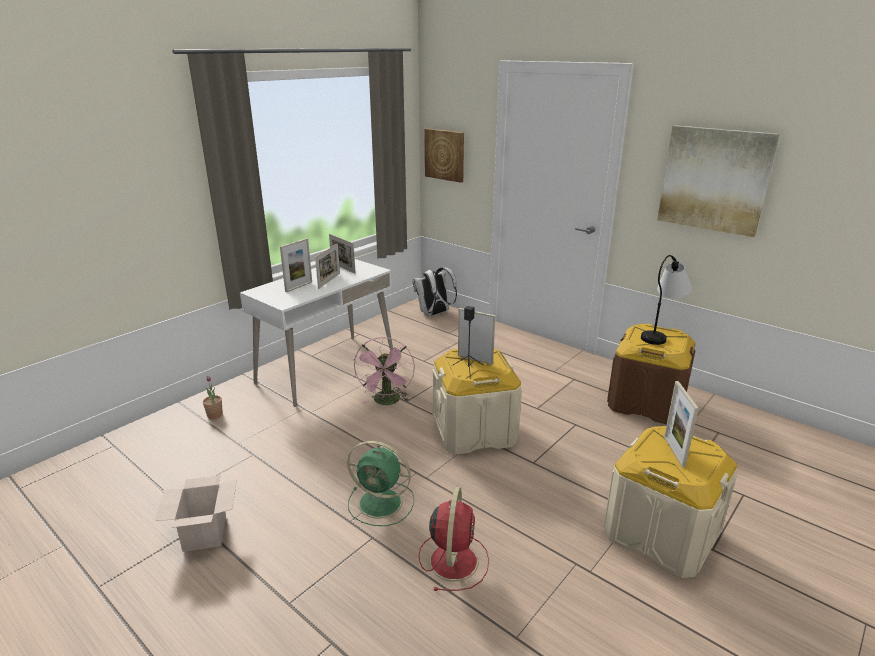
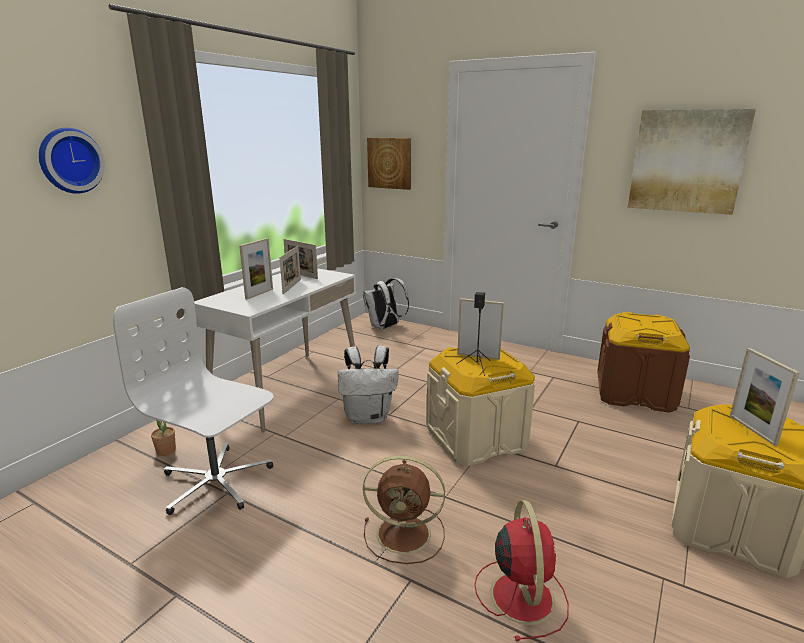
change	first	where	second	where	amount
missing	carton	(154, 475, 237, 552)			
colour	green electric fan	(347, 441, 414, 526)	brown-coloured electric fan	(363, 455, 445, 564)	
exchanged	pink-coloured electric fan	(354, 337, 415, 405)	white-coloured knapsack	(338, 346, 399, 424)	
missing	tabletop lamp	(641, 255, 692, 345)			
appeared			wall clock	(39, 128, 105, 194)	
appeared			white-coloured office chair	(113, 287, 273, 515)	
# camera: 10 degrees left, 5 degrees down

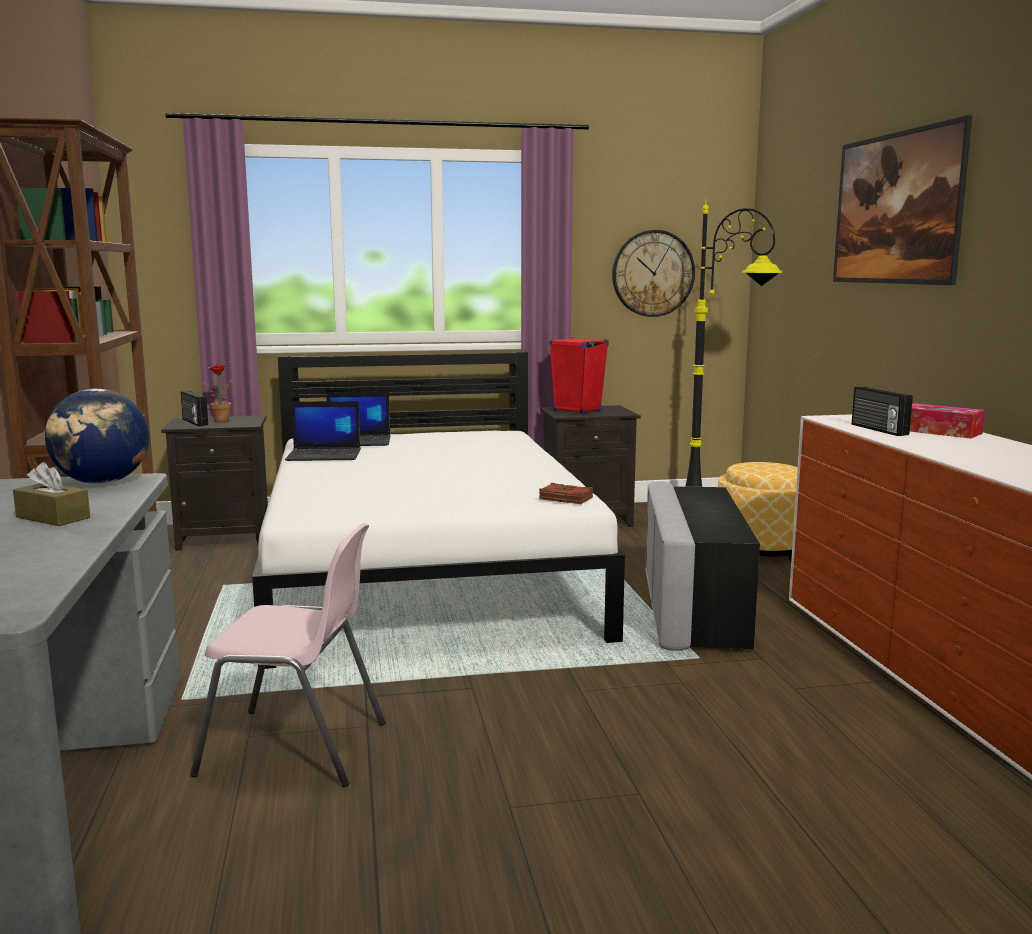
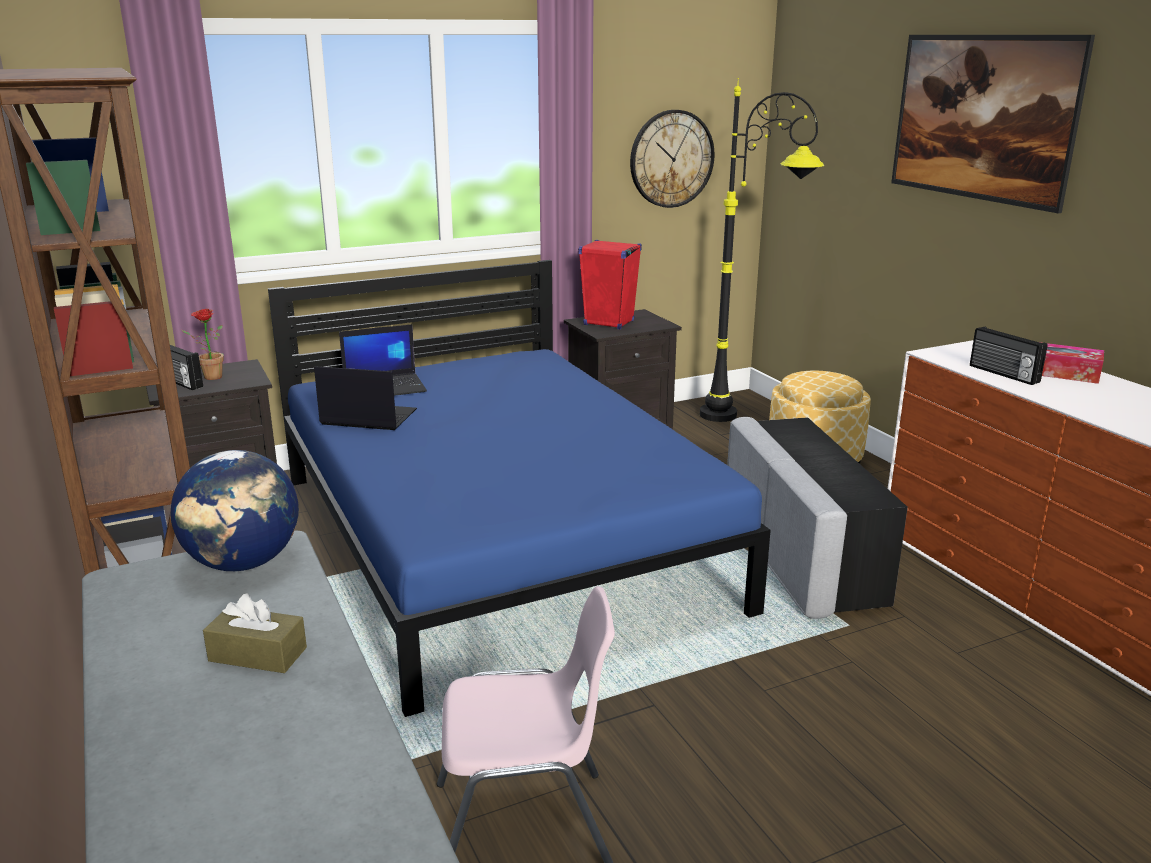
change	first	where	second	where	amount
colour	white-coloured bedroom bed	(252, 352, 625, 669)	bluish bedroom bed	(268, 260, 771, 717)	
spun	portable computer	(285, 401, 361, 461)		(314, 366, 417, 430)	150 degrees counterclockwise
missing	brown-coloured book	(539, 483, 593, 504)			
# camera: 15 degrees left, 10 degrees up

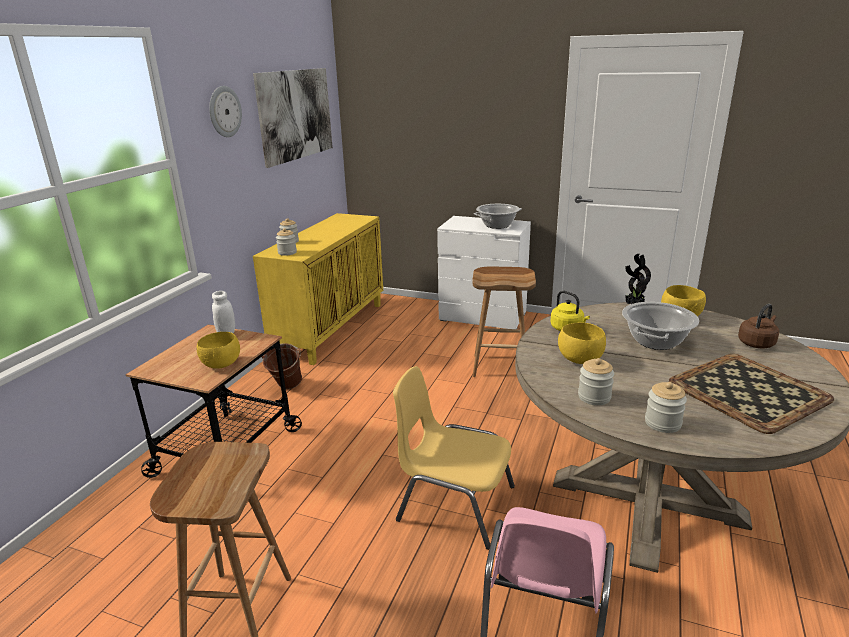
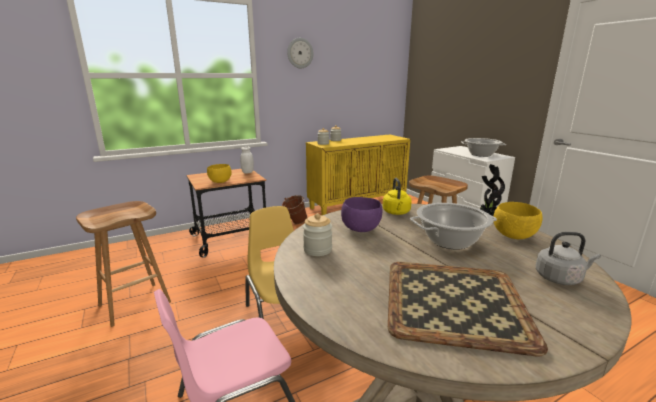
change	first	where	second	where	amount
missing	picture	(253, 68, 333, 168)			
colour	yellow-coloured deep dish	(558, 322, 606, 364)	purplish deep dish	(341, 197, 382, 232)	
missing	preserve jar	(645, 382, 687, 433)			
colour	brown-coloured tea kettle	(738, 304, 779, 348)	gray tea kettle	(535, 232, 601, 285)	
# camera: 40 degrees right, 5 degrees down

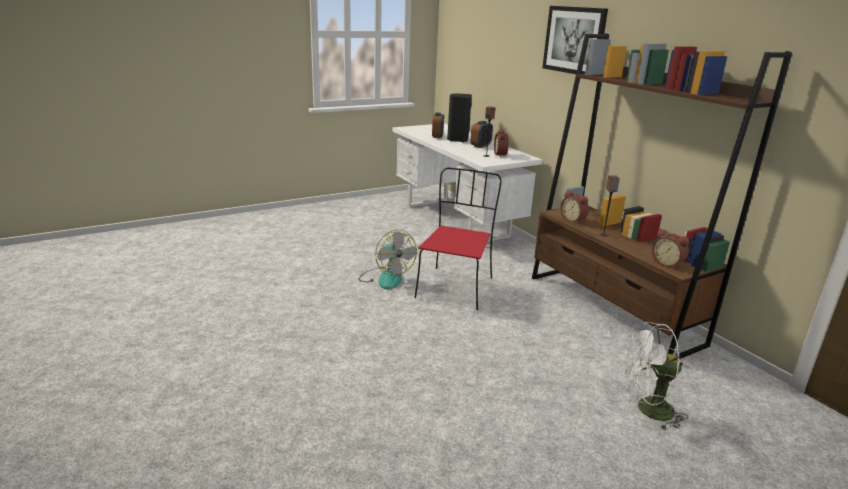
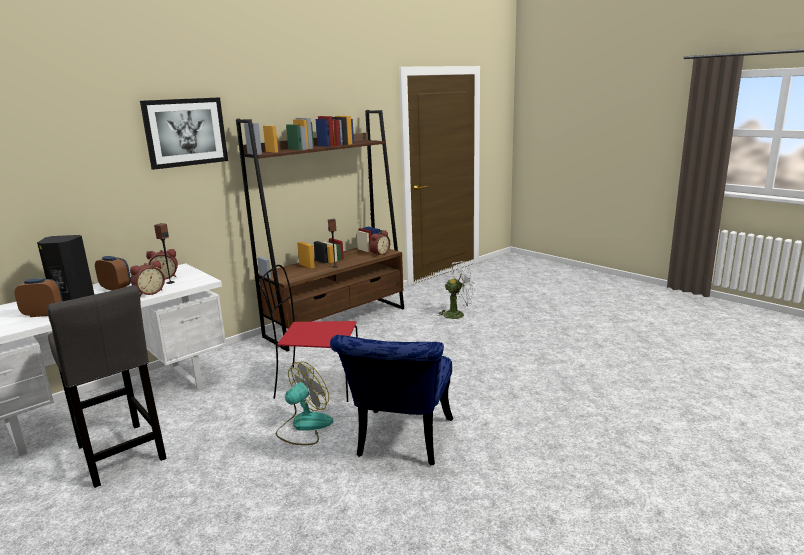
change	first	where	second	where	amount
relocated	bedside clock	(560, 190, 589, 224)		(130, 260, 165, 296)	
spun	white-coloured electric fan	(624, 322, 688, 431)		(436, 261, 476, 321)	90 degrees counterclockwise
appeared			gray sitting stool	(47, 285, 167, 488)	
appeared			bluish chair	(330, 335, 453, 466)	
# camera: 100 degrees left, 5 degrees down

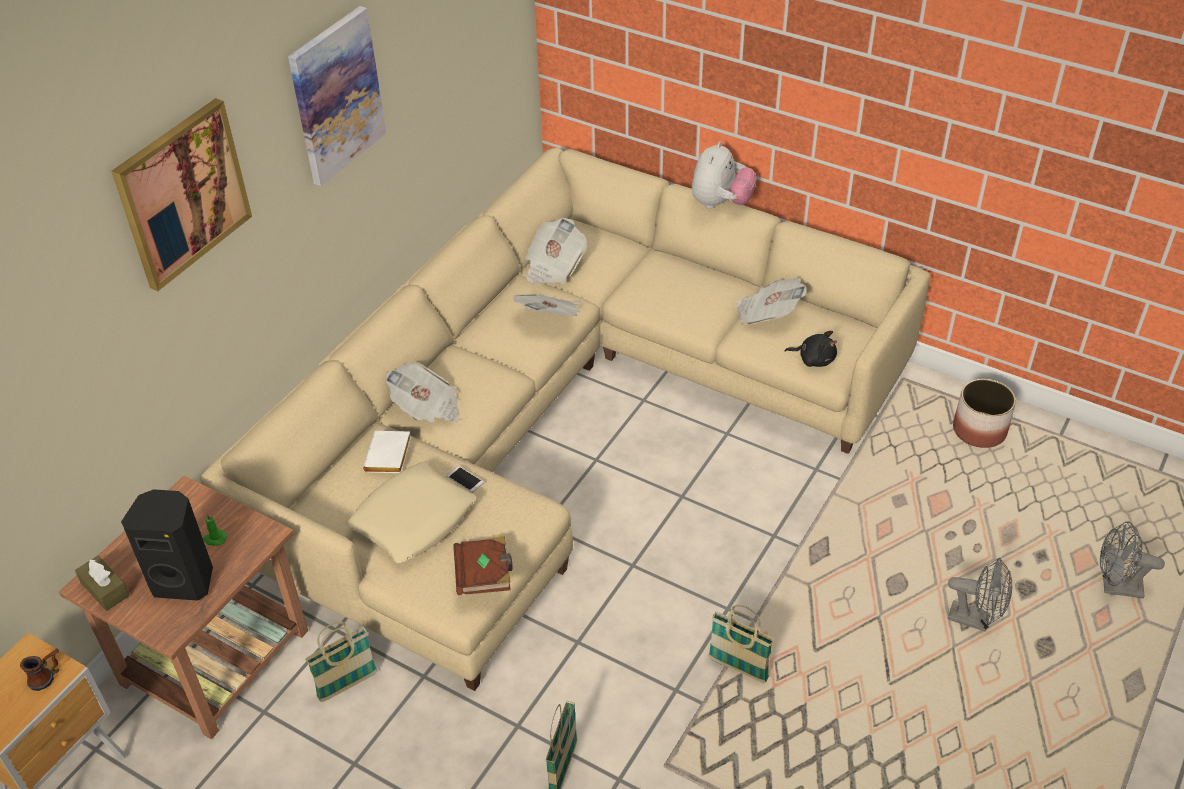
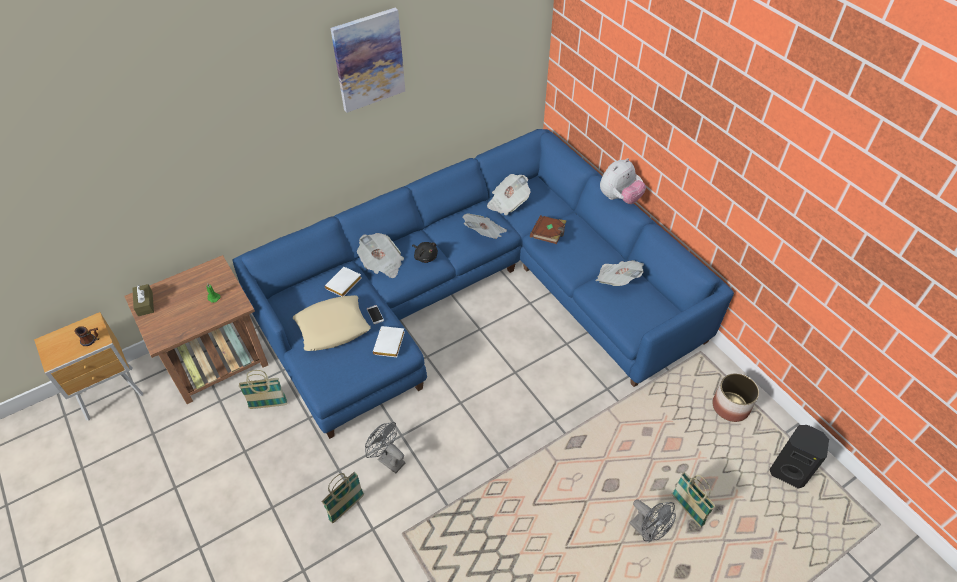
change	first	where	second	where	amount
missing	picture	(111, 98, 252, 291)			
relocated	blackish audio speaker	(121, 489, 213, 601)		(769, 425, 829, 489)	
colour	beige couch	(200, 148, 930, 691)	bluish couch	(233, 129, 734, 439)	
relocated	brown-coloured book	(453, 536, 513, 595)		(530, 215, 566, 244)	
relocated	storage basket	(708, 605, 774, 683)		(671, 472, 716, 527)	
relocated	blackish cuddly toy	(785, 331, 837, 367)		(412, 242, 438, 263)	
relocated	gray electric fan	(1100, 521, 1165, 598)		(365, 422, 405, 474)	
appeared			white-coloured book	(373, 326, 405, 357)	
# camera: 25 degrees right, 5 degrees up

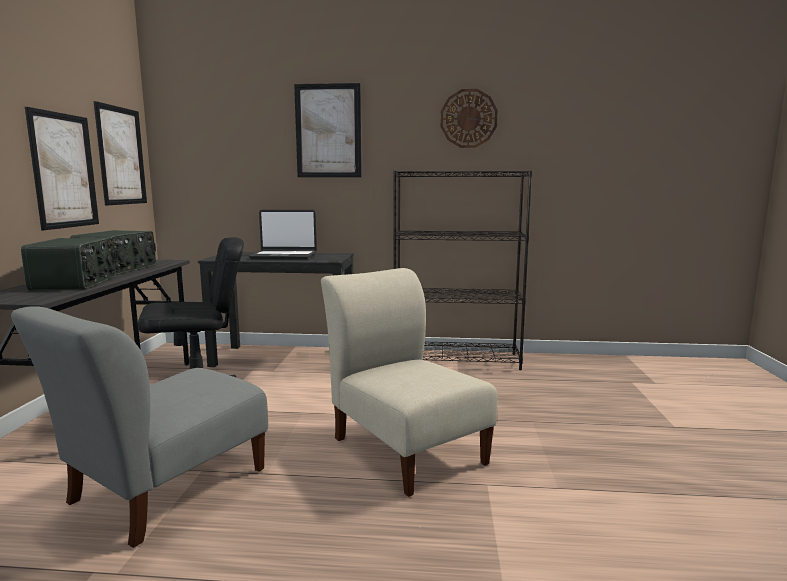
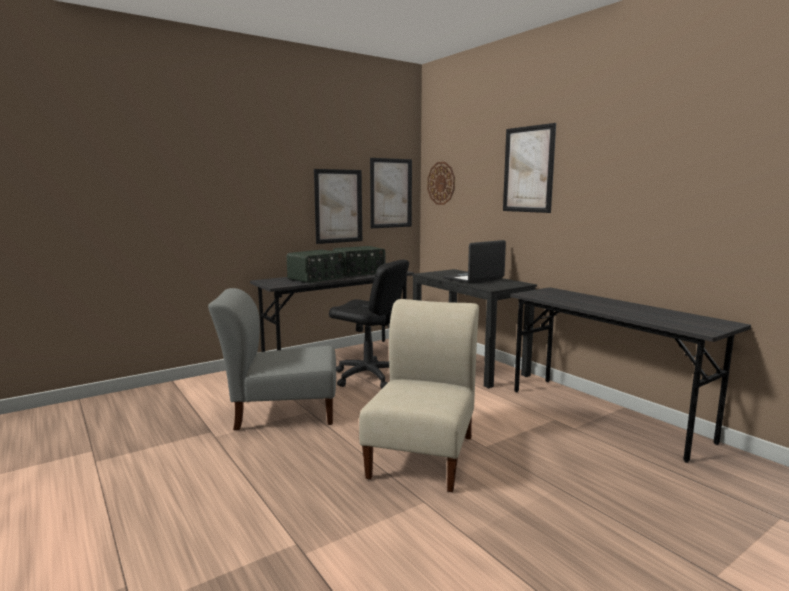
change	first	where	second	where	amount
spun	portable computer	(249, 210, 317, 259)		(443, 240, 506, 283)	90 degrees clockwise
exchanged	blackish bookcase	(393, 170, 533, 370)	gray desk unit	(510, 287, 751, 463)	
relocated	wall clock	(441, 89, 498, 148)		(427, 162, 455, 205)	
# camera: 50 degrees right, 0 degrees up

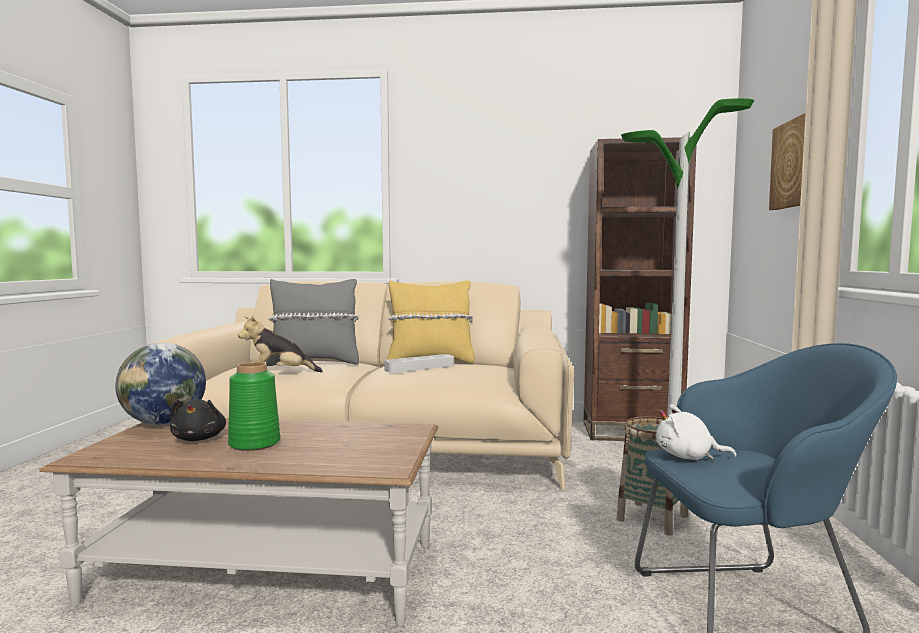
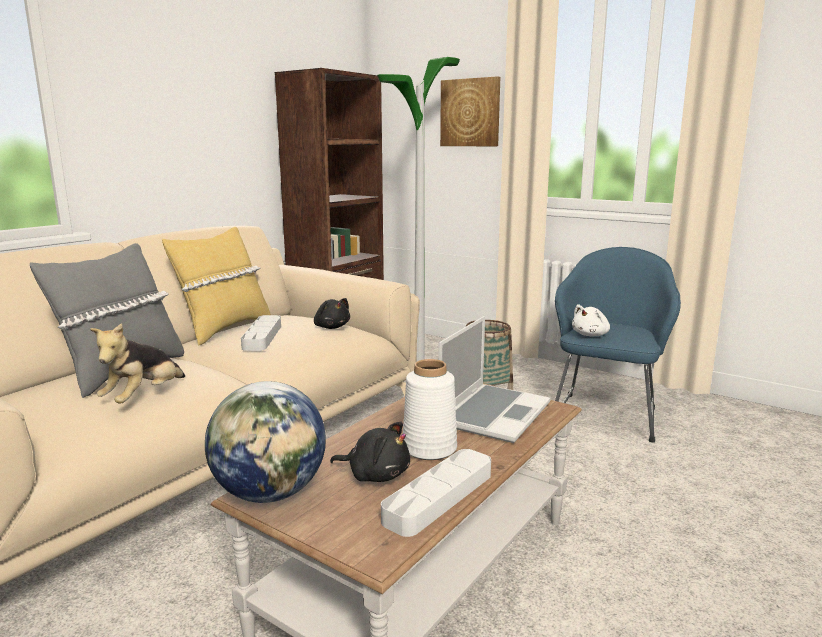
change	first	where	second	where	amount
colour	green vase	(228, 362, 281, 451)	white-coloured vase	(403, 359, 457, 460)	
appeared			blackish cuddly toy	(314, 298, 350, 329)	
appeared			gray serving tray	(381, 449, 491, 537)	
appeared			portable computer	(438, 316, 551, 443)	
# camera: 60 degrees left, 10 degrees up

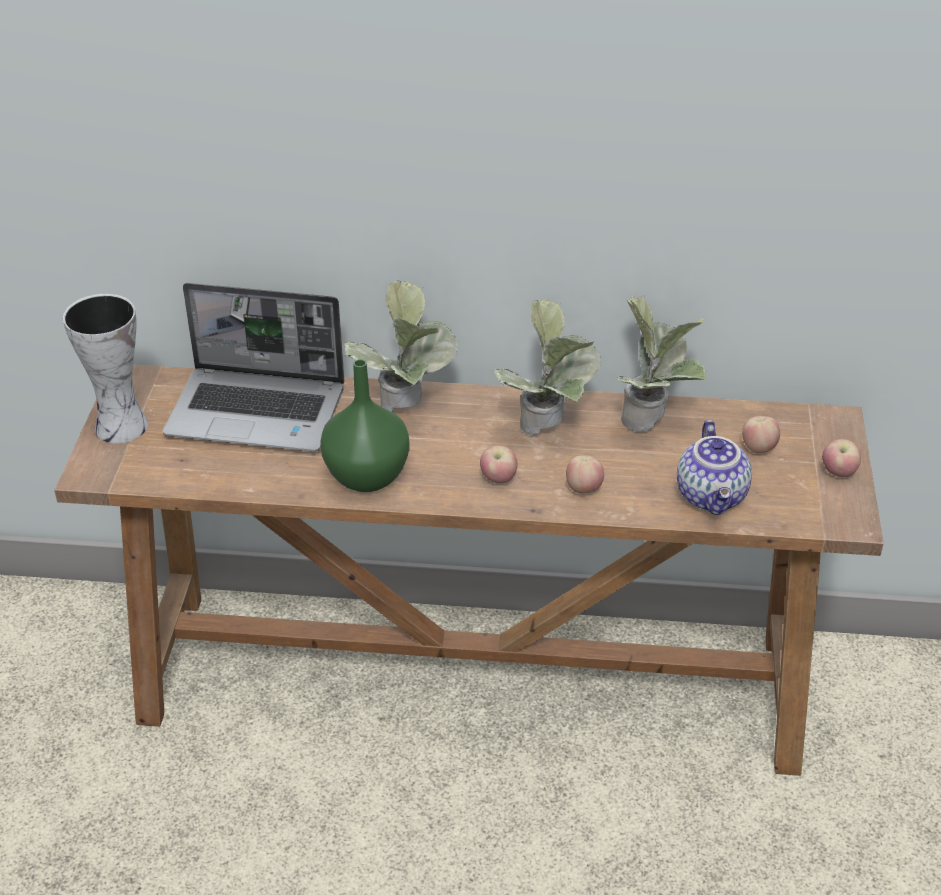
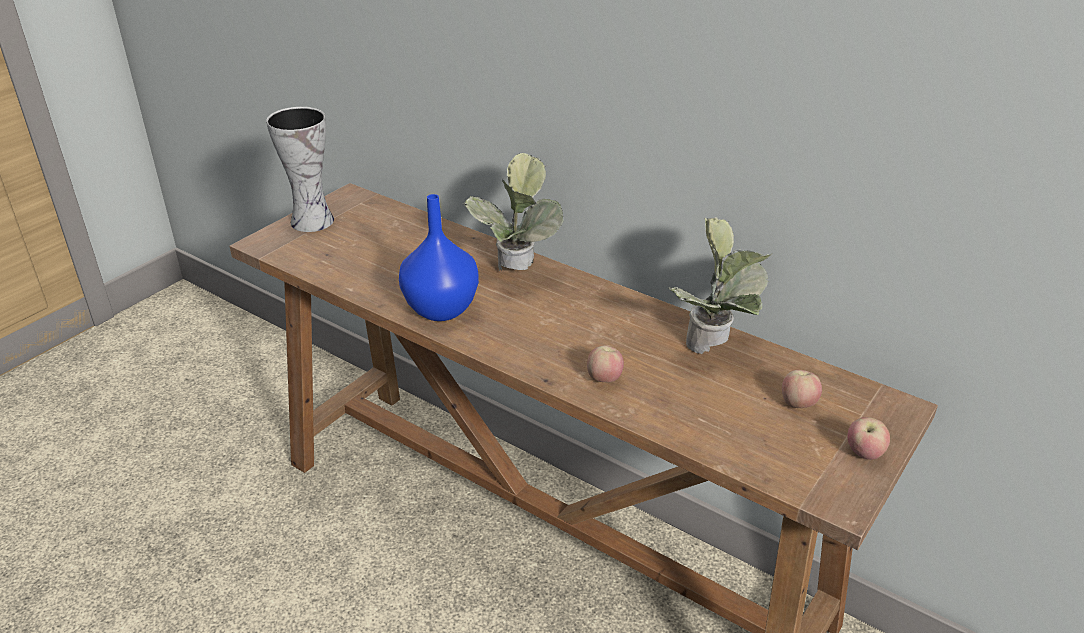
change	first	where	second	where	amount
missing	portable computer	(163, 283, 344, 452)			
colour	green vase	(321, 359, 410, 492)	bluish vase	(399, 194, 479, 321)	
missing	whole apple	(480, 446, 518, 484)			
missing	plant in a pot	(493, 299, 601, 436)			
missing	teapot	(677, 420, 752, 515)			
# camera: 30 degrees right, 5 degrees down

